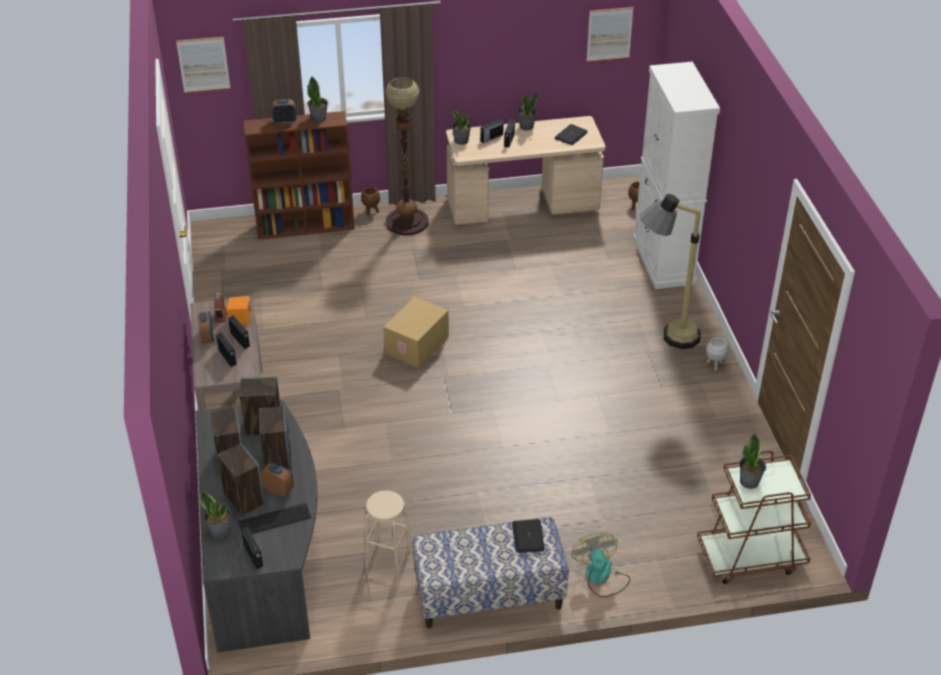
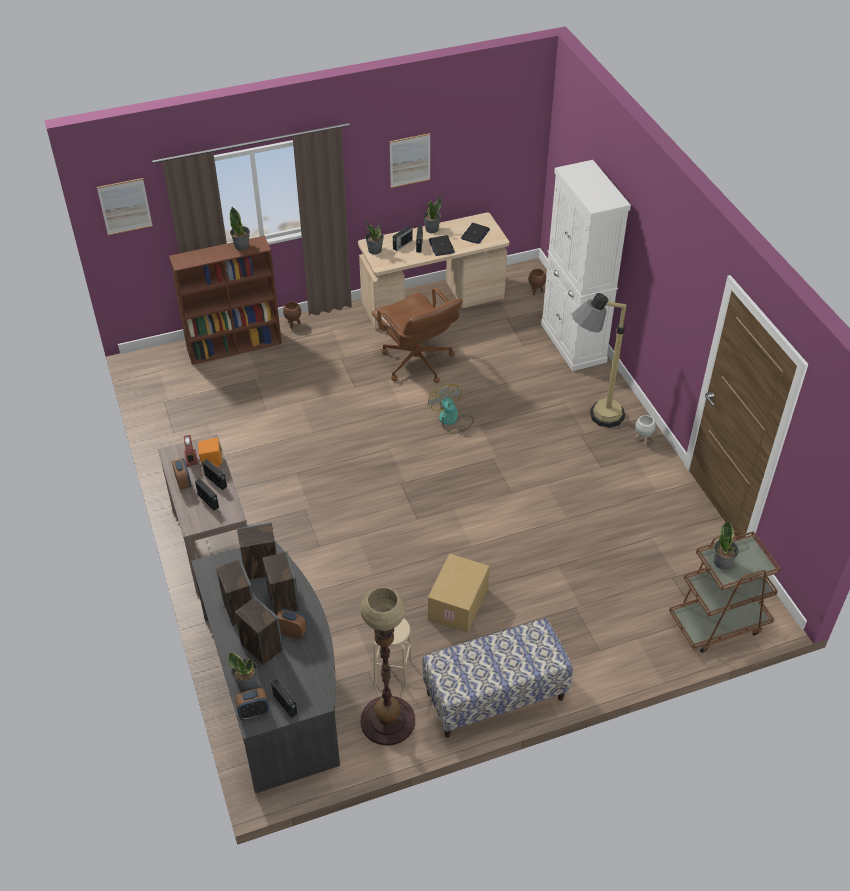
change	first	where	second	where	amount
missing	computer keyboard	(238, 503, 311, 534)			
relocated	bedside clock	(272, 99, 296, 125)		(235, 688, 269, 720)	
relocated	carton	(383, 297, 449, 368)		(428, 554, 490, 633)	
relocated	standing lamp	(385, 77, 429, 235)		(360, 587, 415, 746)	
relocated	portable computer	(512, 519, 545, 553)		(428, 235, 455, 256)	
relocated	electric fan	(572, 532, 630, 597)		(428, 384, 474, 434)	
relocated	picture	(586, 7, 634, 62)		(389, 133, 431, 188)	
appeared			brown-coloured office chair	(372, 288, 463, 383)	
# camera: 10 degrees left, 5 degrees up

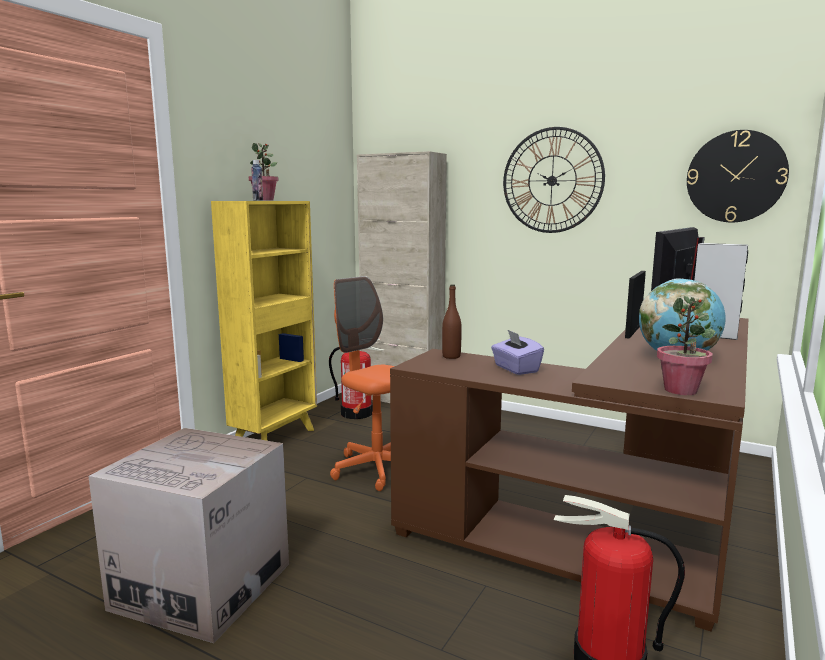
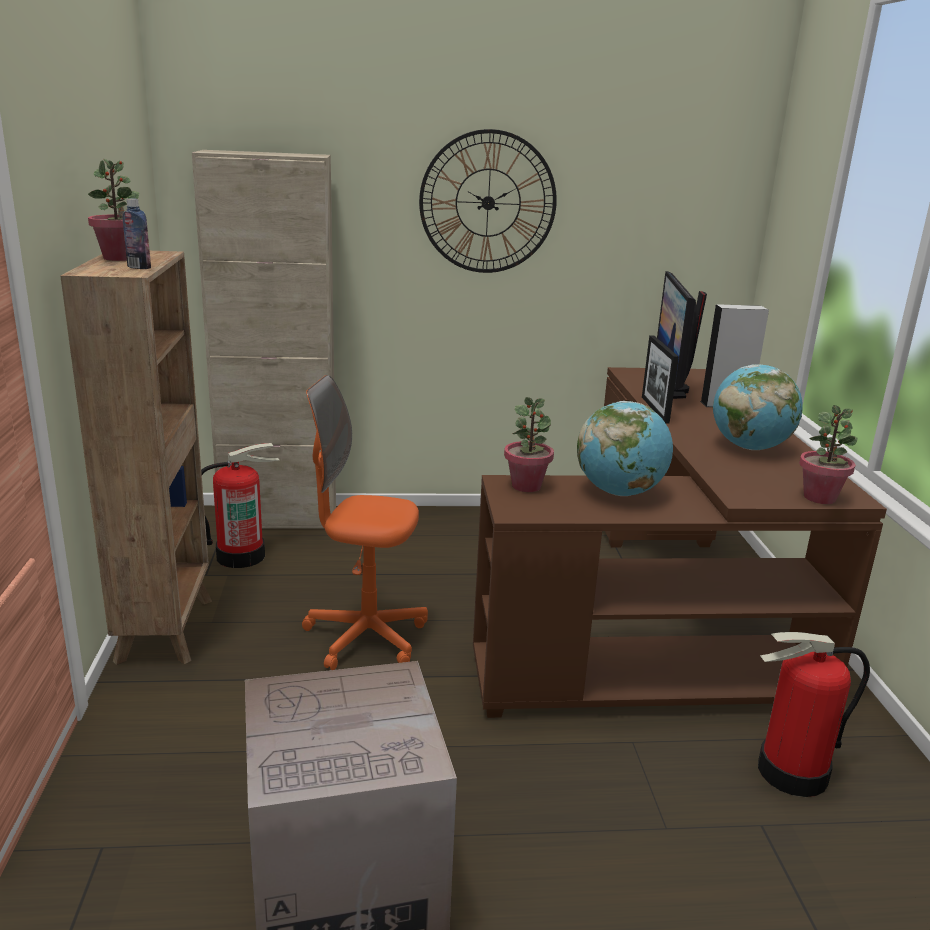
change	first	where	second	where	amount
colour	yellow-coloured bookcase	(211, 201, 317, 441)	brown-coloured bookcase	(60, 251, 212, 665)	
exchanged	brown-coloured bottle	(442, 284, 462, 359)	plant in a pot	(504, 397, 554, 492)	
exchanged	purplish tissue holder	(491, 330, 544, 375)	desk globe	(577, 401, 673, 496)	
missing	wall clock	(687, 130, 789, 222)			
# camera: 35 degrees left, 10 degrees up

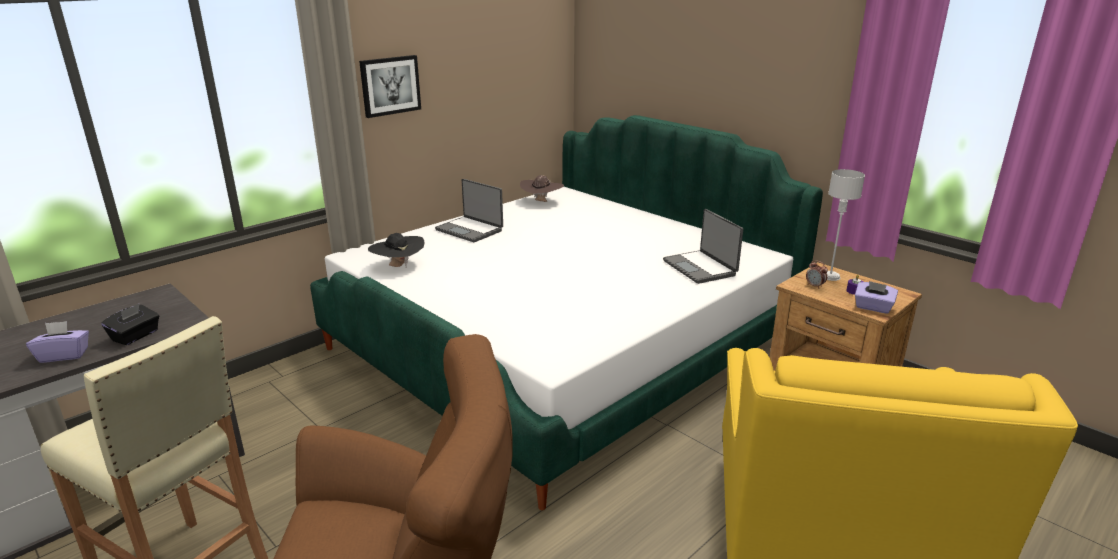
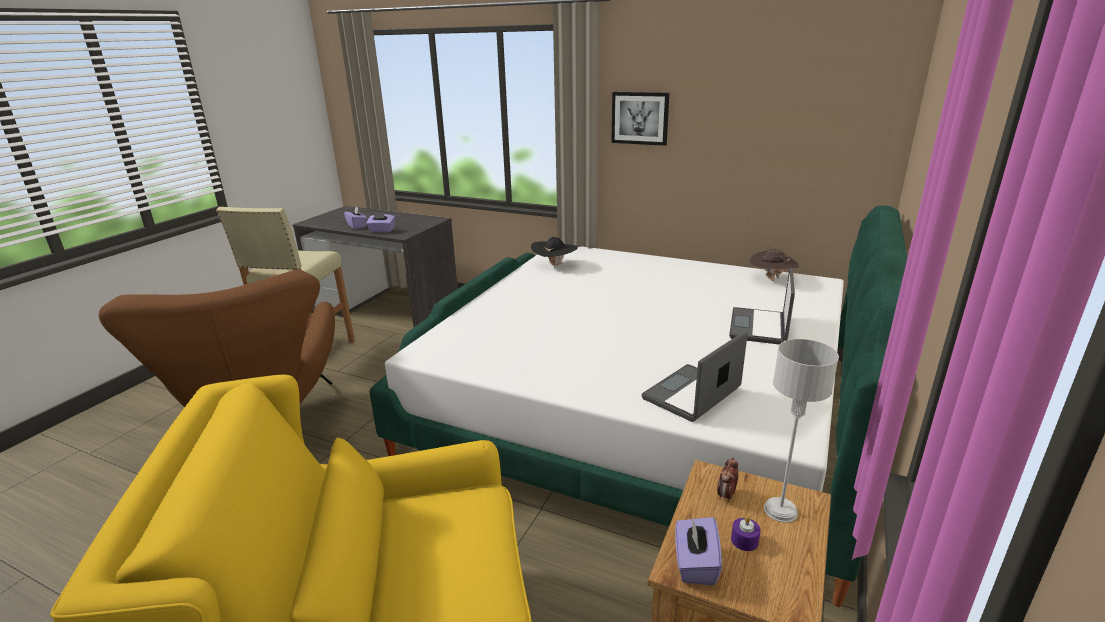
change	first	where	second	where	amount
colour	blackish tissue holder	(101, 303, 159, 345)	purplish tissue holder	(366, 212, 395, 232)	
relocated	portable computer	(435, 179, 503, 242)		(729, 268, 795, 345)	
# camera: 70 degrees right, 0 degrees up

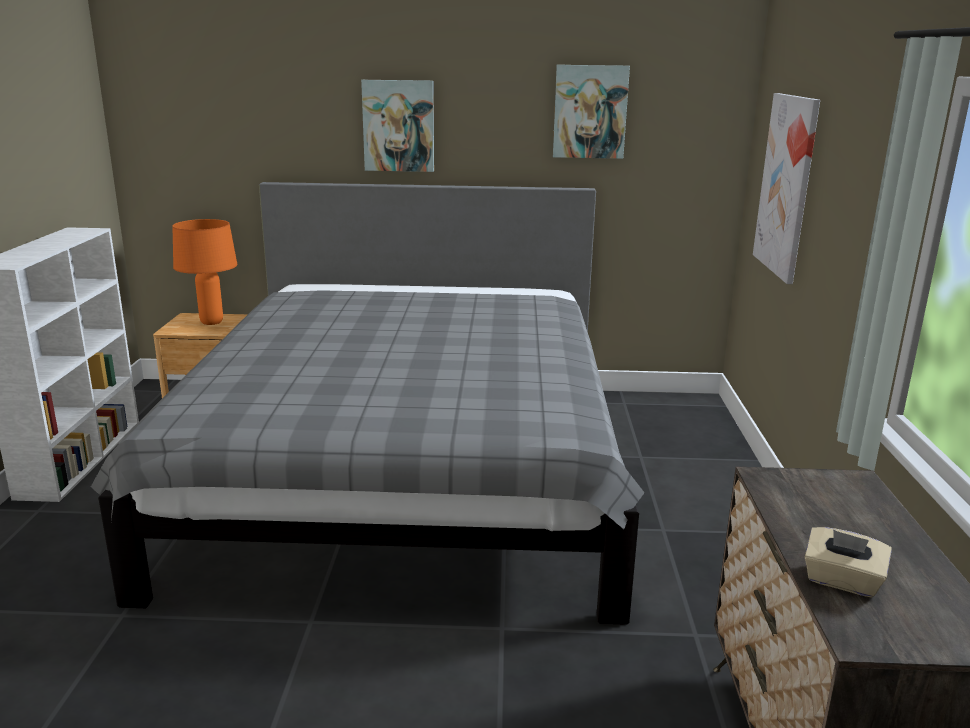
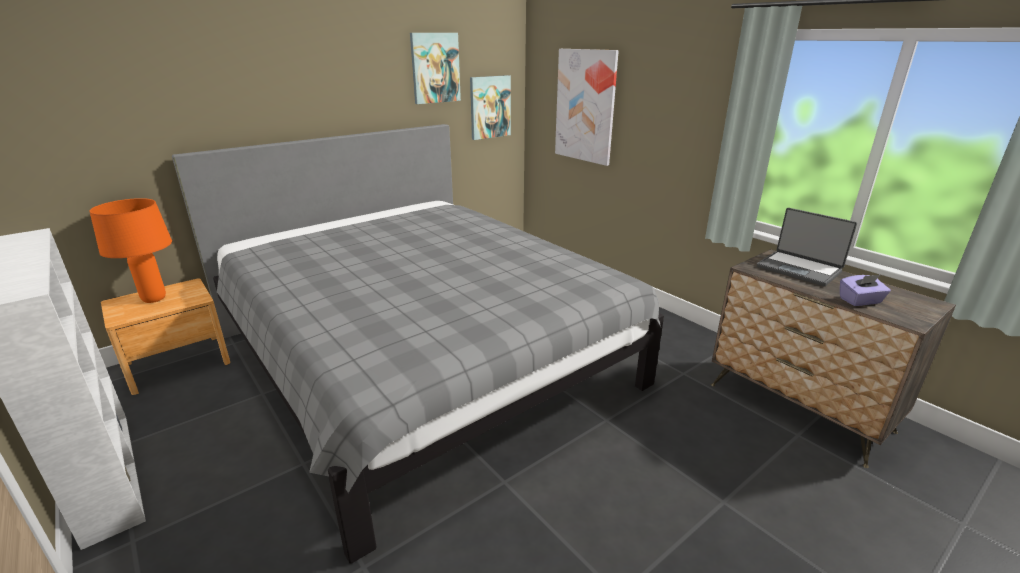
change	first	where	second	where	amount
relocated	picture	(361, 80, 434, 172)		(470, 75, 511, 140)	
colour	beige tissue holder	(805, 527, 892, 598)	purplish tissue holder	(840, 275, 891, 306)	
appeared			portable computer	(757, 208, 857, 286)	
# camera: 40 degrees left, 5 degrees up

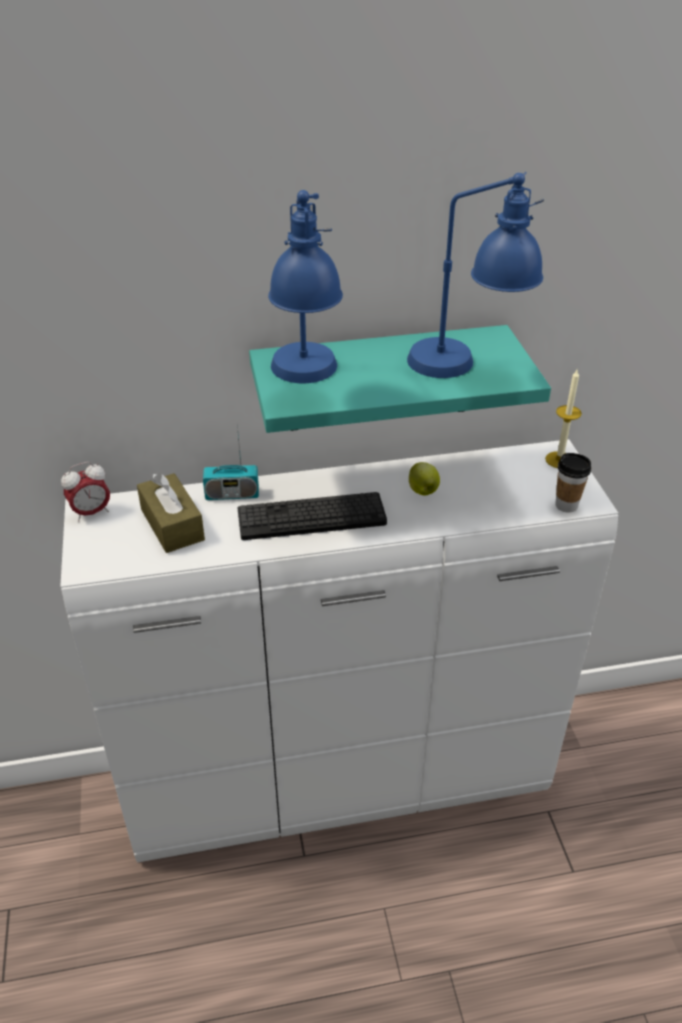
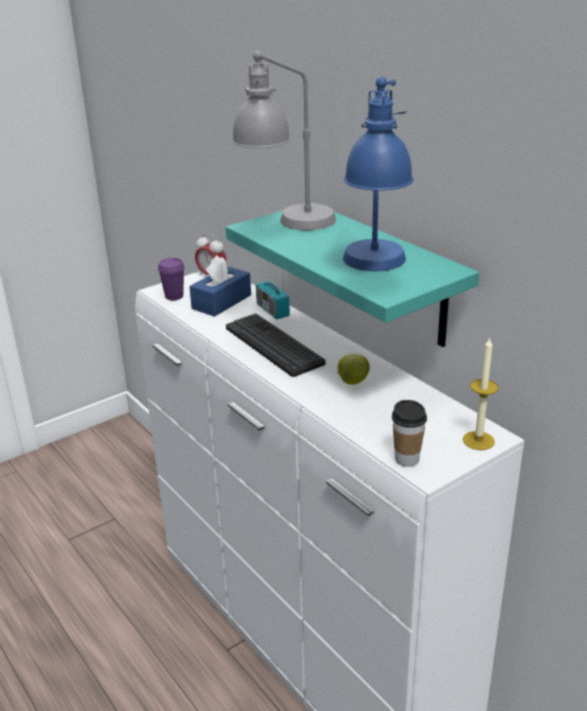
change	first	where	second	where	amount
colour	brown-coloured tissue holder	(137, 473, 205, 553)	bluish tissue holder	(189, 255, 251, 317)	
colour	bluish tabletop lamp	(268, 190, 343, 383)	gray tabletop lamp	(231, 50, 336, 230)	
appeared			purplish small cup	(158, 258, 185, 300)	
# camera: 65 degrees right, 10 degrees down

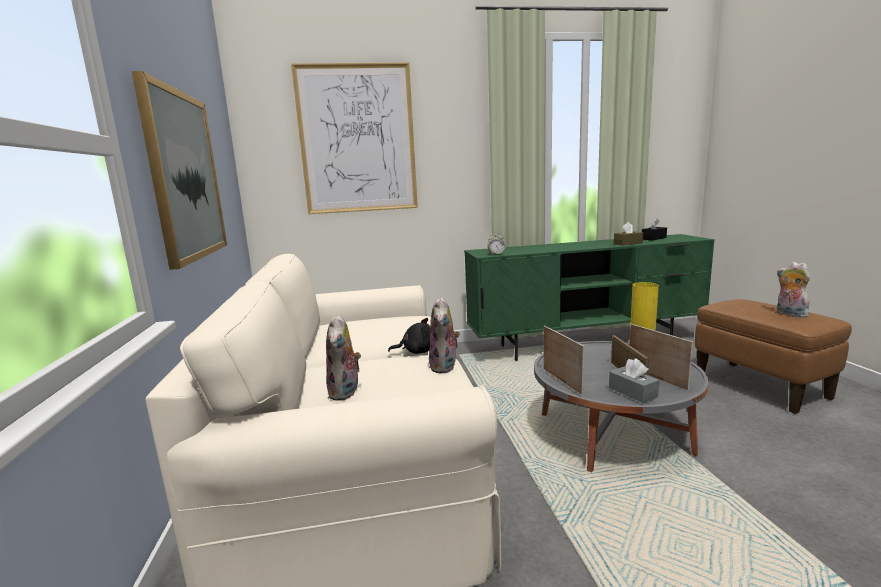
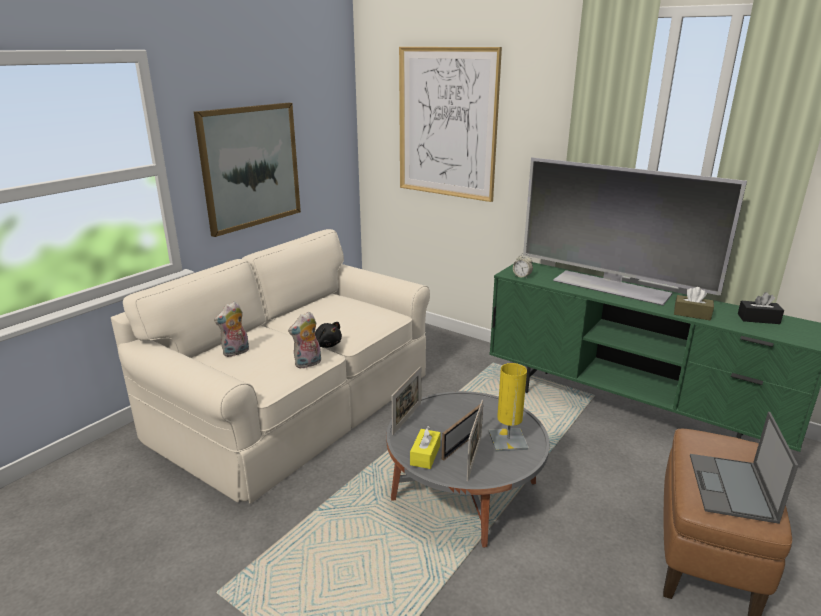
change	first	where	second	where	amount
colour	gray tissue holder	(609, 358, 659, 403)	yellow-coloured tissue holder	(410, 426, 441, 469)	
exchanged	cuddly toy	(777, 262, 812, 318)	portable computer	(690, 412, 799, 524)	
appeared			TV	(523, 157, 747, 306)	
# camera: 45 degrees right, 10 degrees up

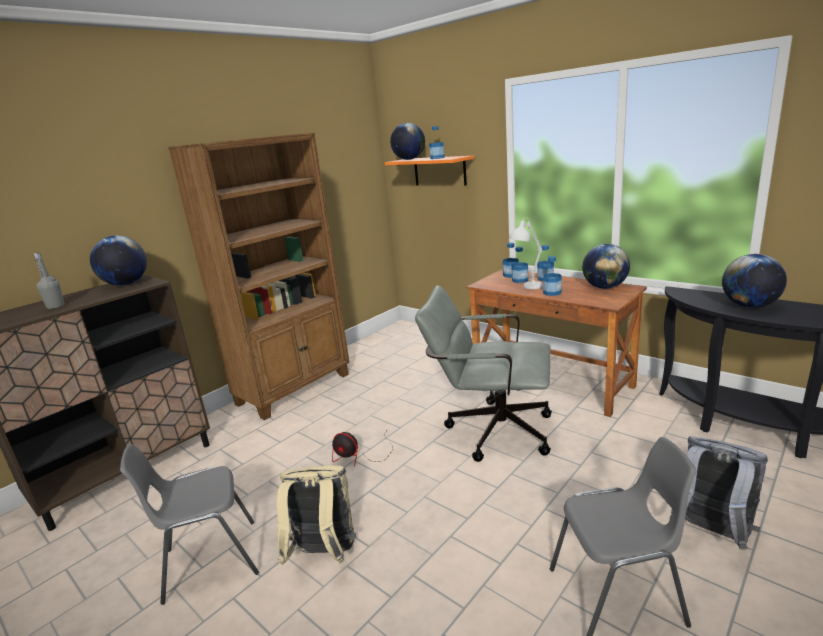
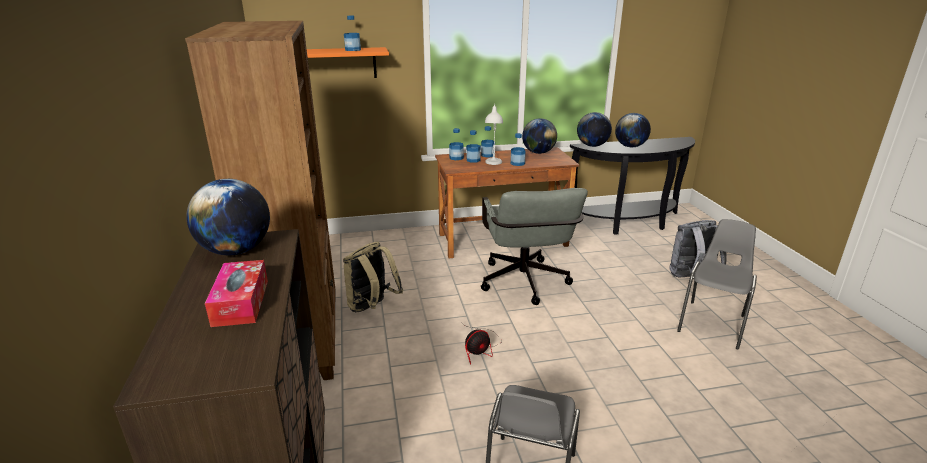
change	first	where	second	where	amount
exchanged	gray bottle	(33, 253, 65, 309)	tissue holder	(205, 260, 268, 327)	
relocated	beige knapsack	(277, 465, 356, 565)		(343, 242, 404, 312)	
relocated	desk globe	(390, 123, 425, 160)		(577, 112, 612, 147)	
spun	gray office chair	(415, 285, 552, 462)		(481, 188, 588, 305)	60 degrees counterclockwise
# camera: 55 degrees left, 5 degrees up

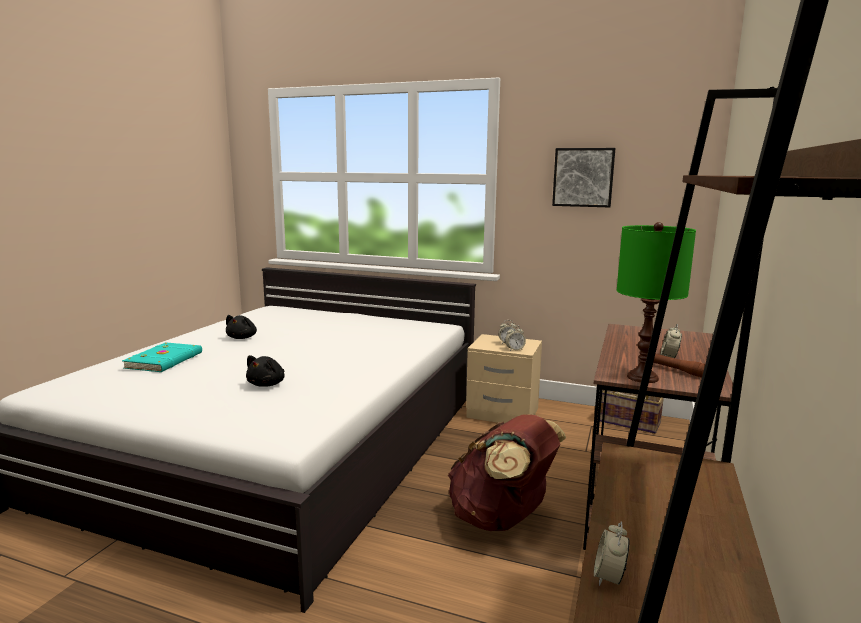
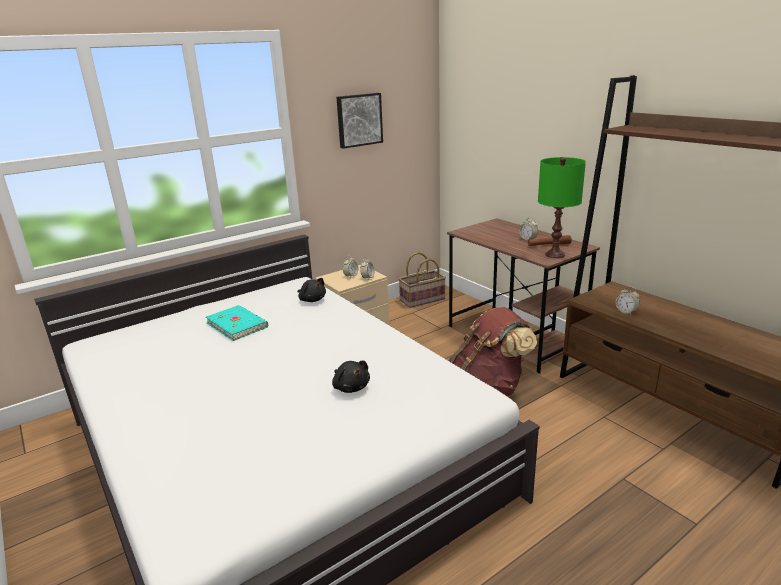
change	first	where	second	where	amount
relocated	turquoise-coloured book	(122, 342, 202, 372)		(206, 305, 268, 341)	
relocated	blackish cuddly toy	(226, 315, 257, 339)		(298, 278, 326, 302)	
relocated	bedside clock	(594, 522, 630, 586)		(616, 286, 640, 315)	
# camera: 55 degrees left, 10 degrees up

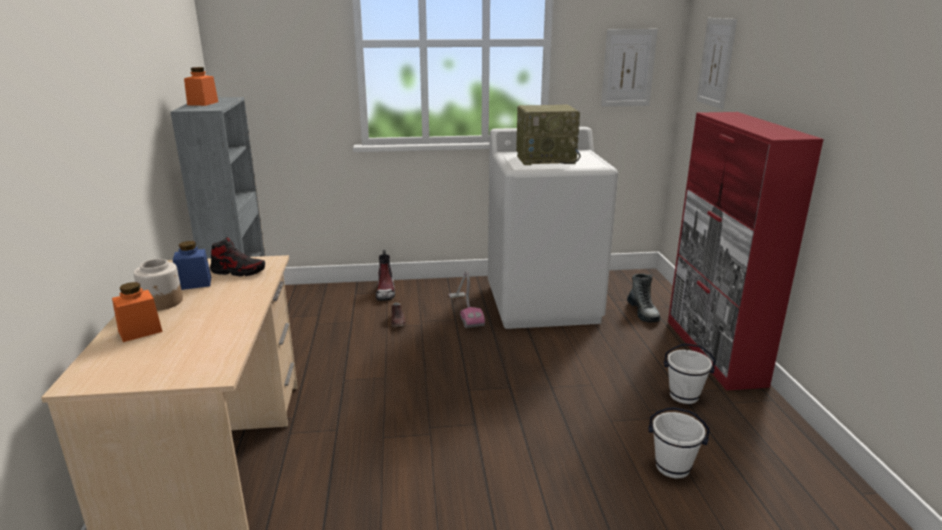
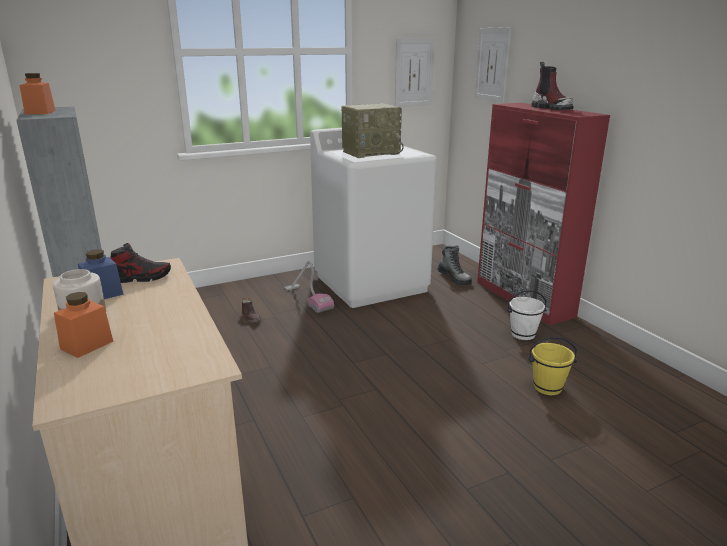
change	first	where	second	where	amount
relocated	tall boot	(376, 250, 395, 301)		(531, 62, 574, 110)	
colour	white-coloured water bucket	(648, 407, 710, 478)	yellow-coloured water bucket	(528, 337, 577, 395)	
# camera: 20 degrees left, 0 degrees up

